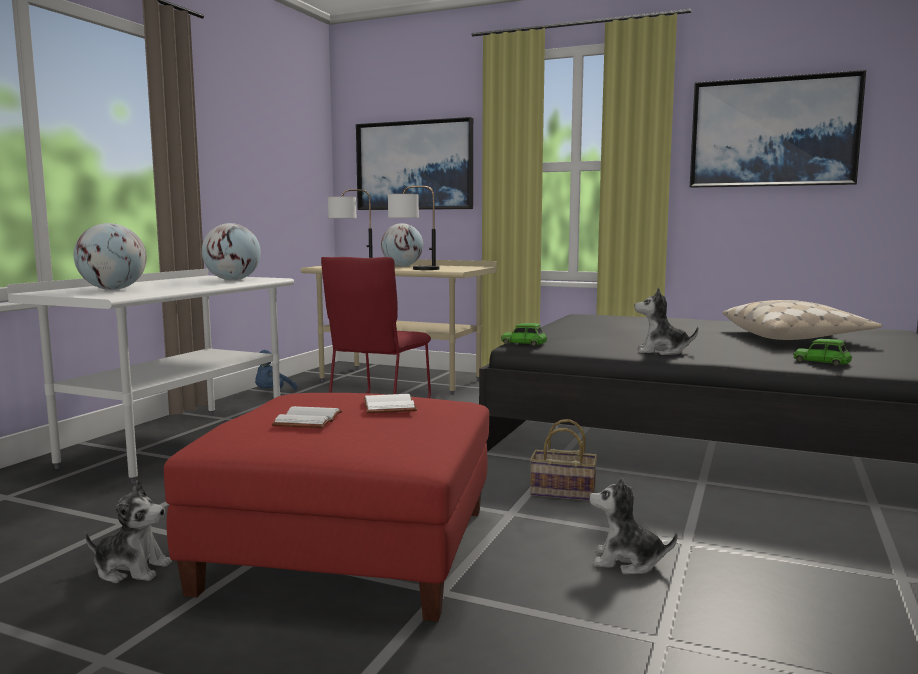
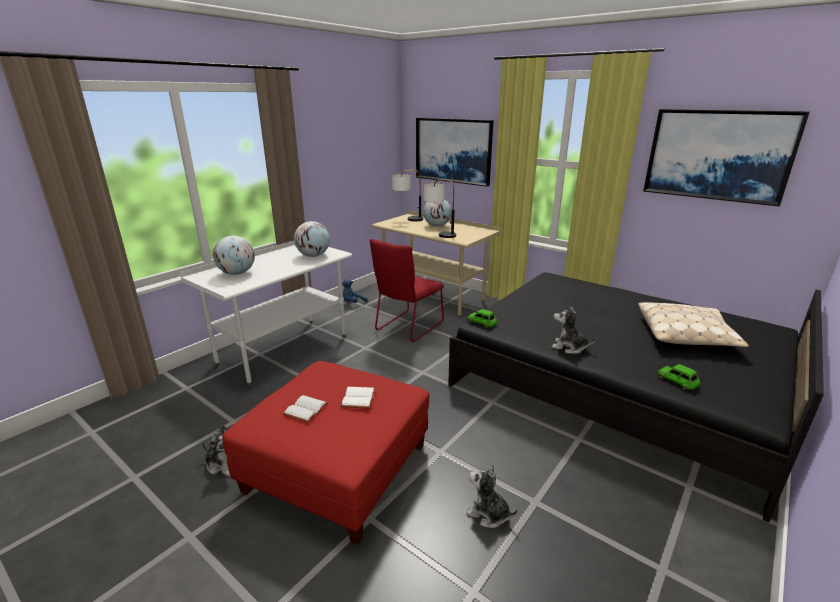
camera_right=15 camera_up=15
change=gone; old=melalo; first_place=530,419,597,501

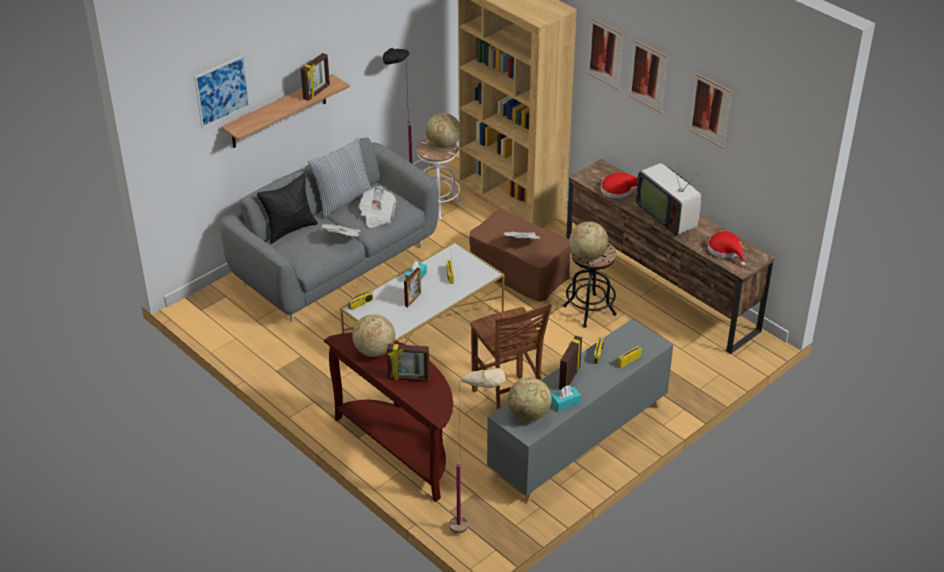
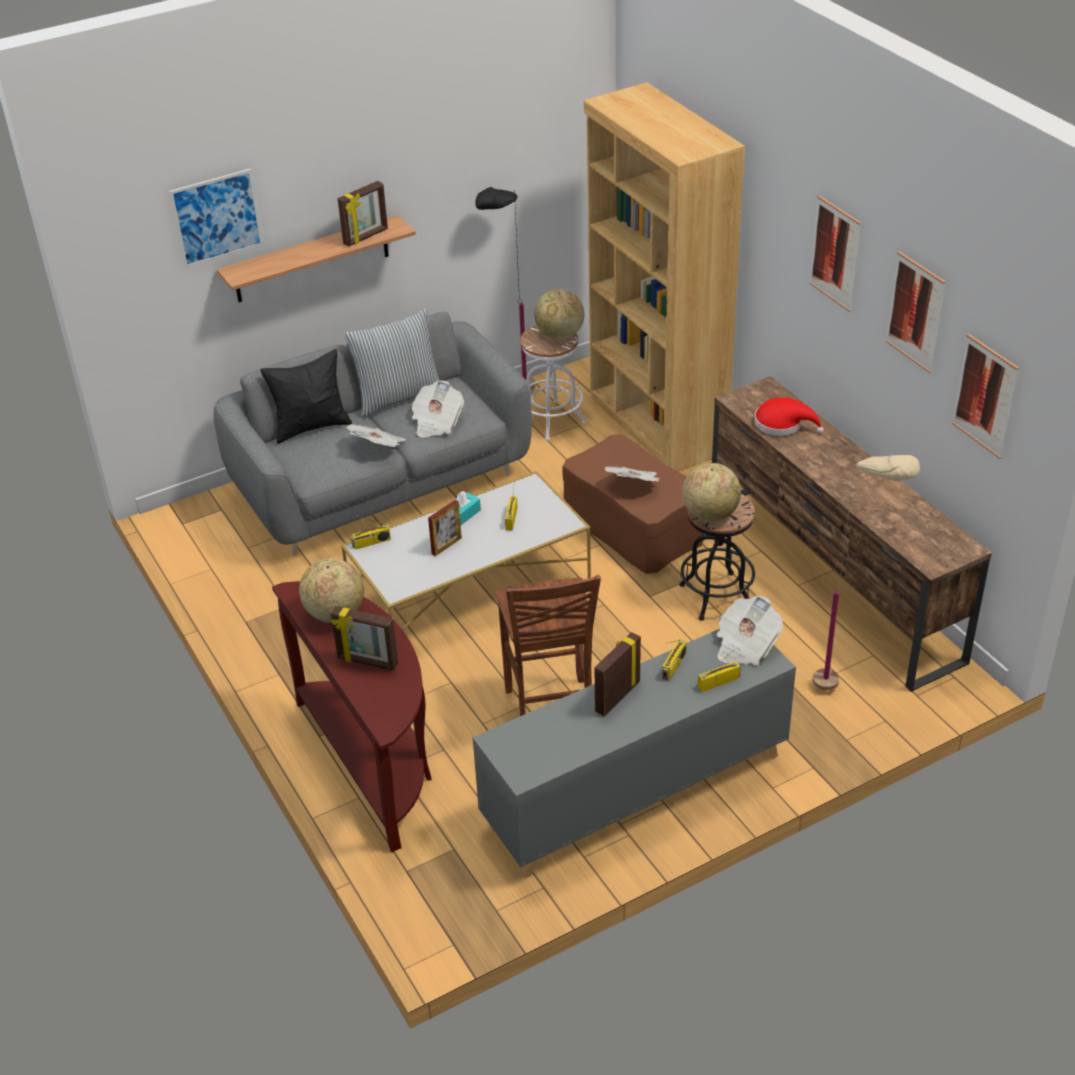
camera_right=15 camera_up=0
change=gone; old=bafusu; first_place=508,377,552,421
change=gone; old=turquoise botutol; first_place=551,386,581,411
change=gone; old=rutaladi; first_place=636,156,702,236
change=gone; old=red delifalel; first_place=707,231,745,266
change=new; new=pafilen; second_place=717,596,783,665
change=shifted; old=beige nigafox; first_place=449,368,506,533; second_place=812,455,920,690
change=shifted; old=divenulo; first_place=588,18,624,90; second_place=952,334,1019,459

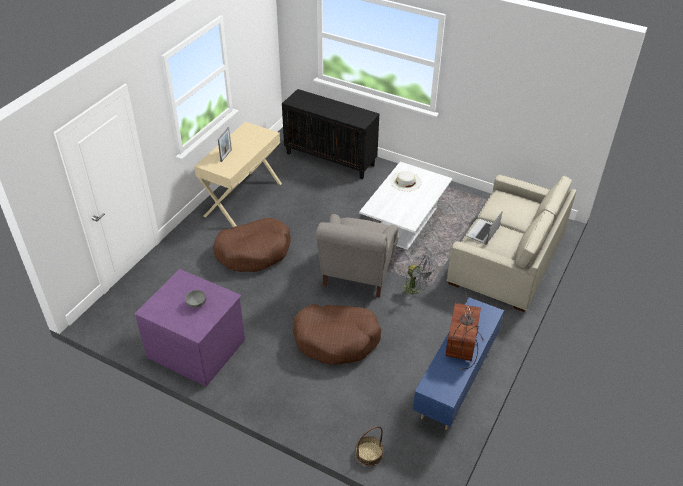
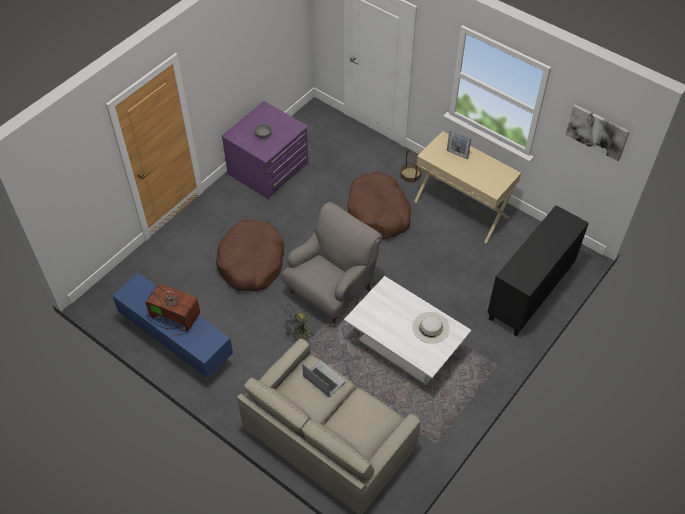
camera_right=100 camera_up=10
change=new; new=divenulo; second_place=565,104,630,161
change=shifted; old=melalo; first_place=355,426,384,466; second_place=400,150,422,183
change=rotated; old=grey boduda; first_place=315,214,399,297; second_place=282,202,382,324; degrees=105

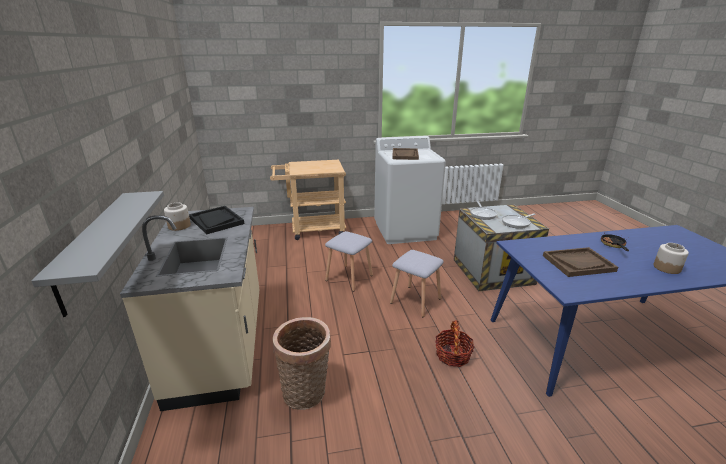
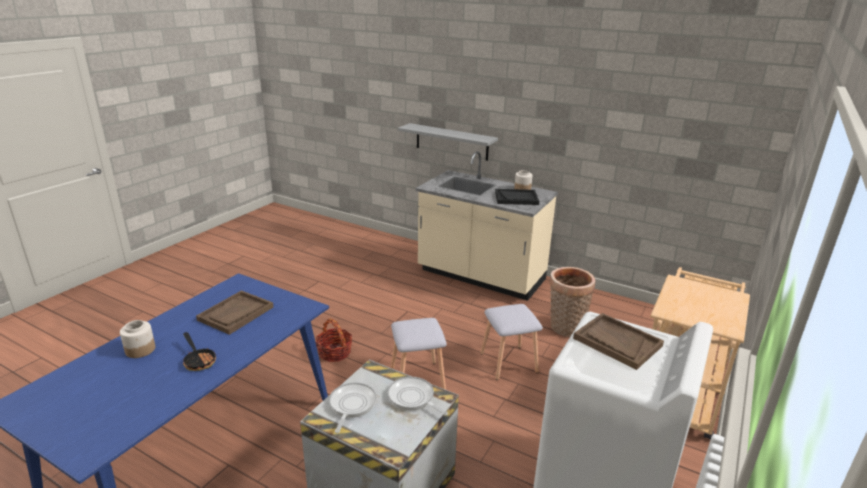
camera_right=130 camera_up=0
change=shifted; old=melalo; first_place=273,317,331,410; second_place=549,267,596,337

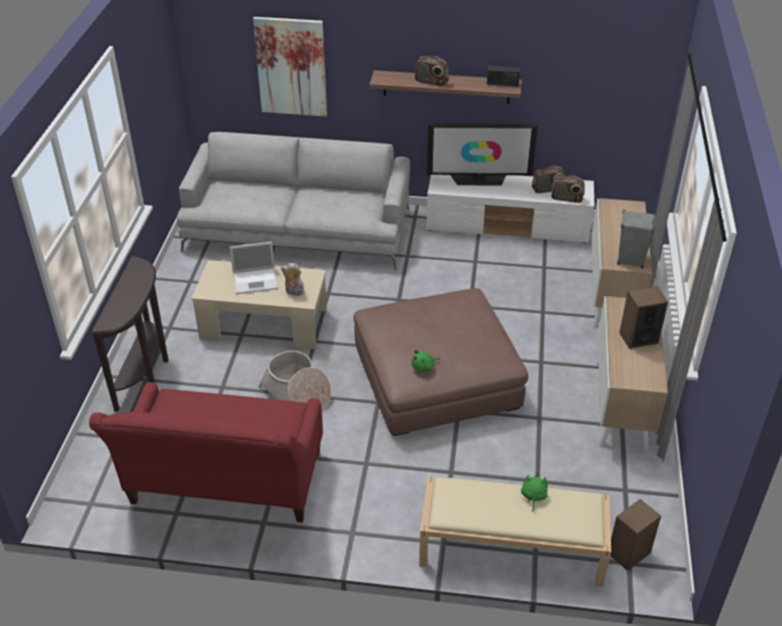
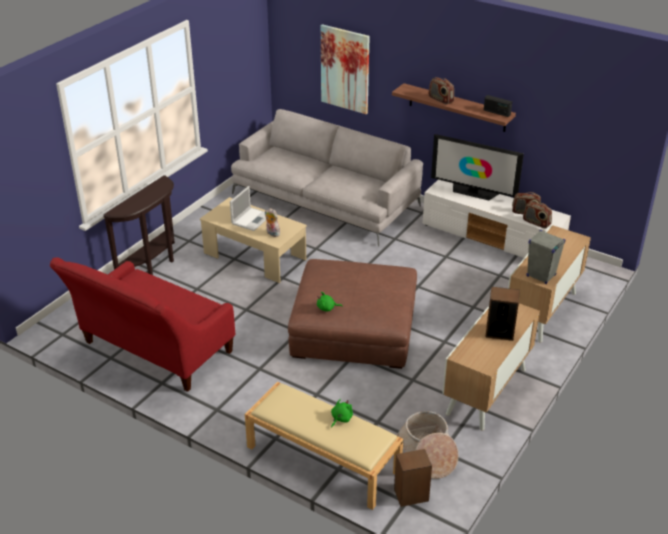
camera_right=25 camera_up=-5
change=shifted; old=melalo; first_place=258,351,331,410; second_place=396,411,458,479
change=rotated; old=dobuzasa; first_place=230,242,278,294; second_place=230,186,266,231; degrees=-75

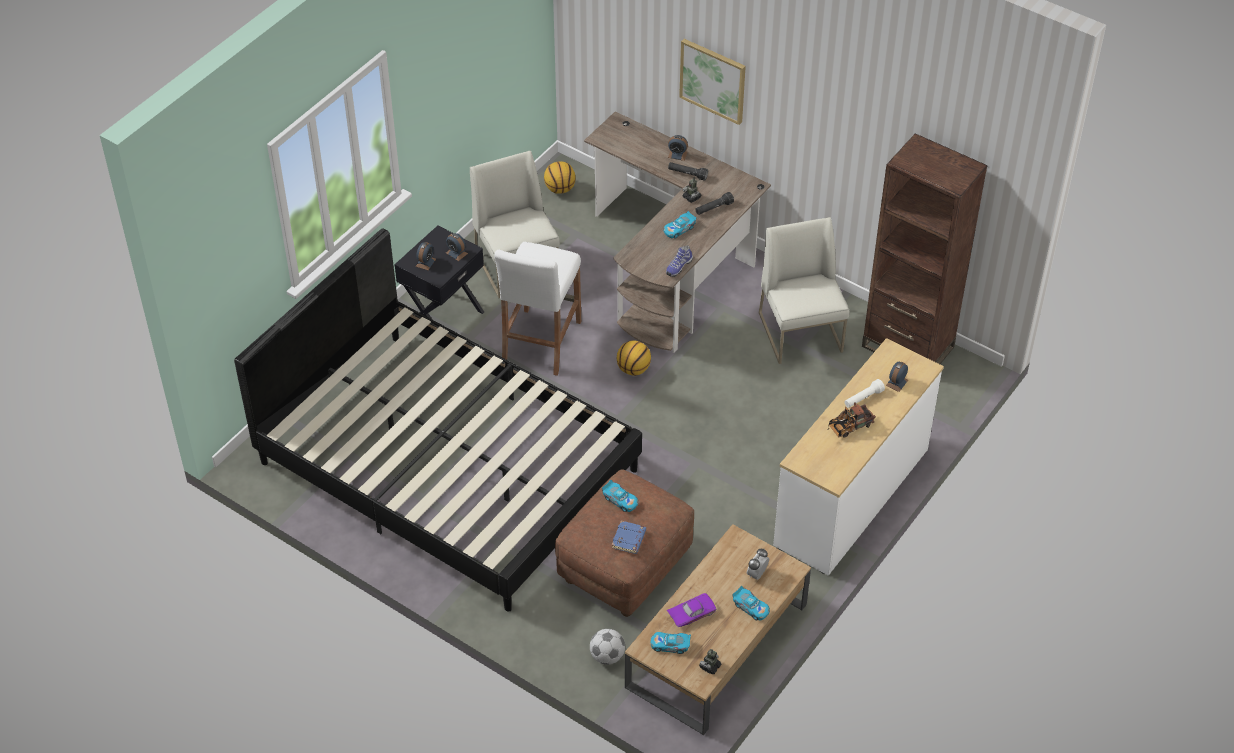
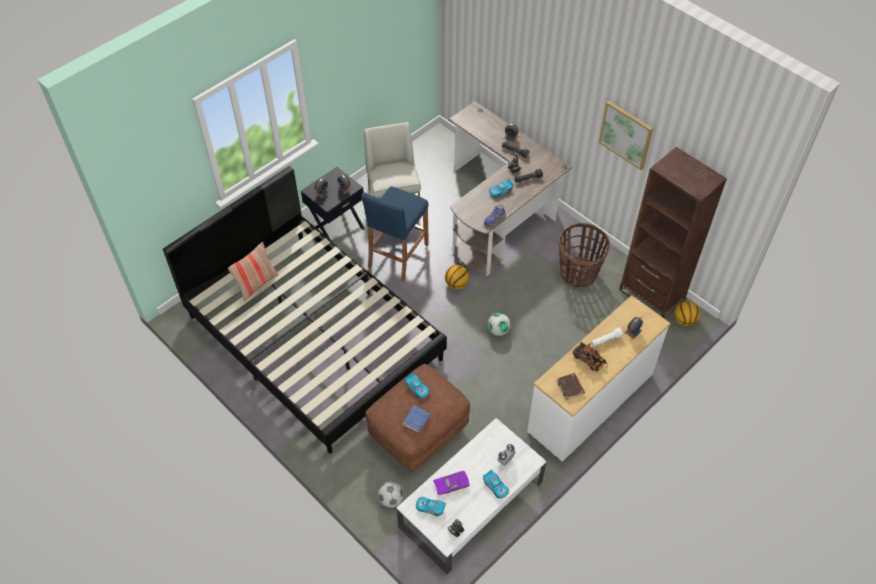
camera_right=10 camera_up=5
change=new; new=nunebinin; second_place=228,242,278,301
change=new; new=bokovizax; second_place=488,313,510,336
change=new; new=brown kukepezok; second_place=556,373,585,400
change=shifted; old=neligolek; first_place=544,161,576,194; second_place=674,301,700,326
change=shifted; old=divenulo; first_place=679,39,746,125; second_place=599,101,653,170
change=swapped; old=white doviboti; new=melalo; first_place=759,217,849,364; second_place=559,223,610,288
change=repainted; old=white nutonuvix; new=blue nutonuvix; first_place=494,242,581,376; second_place=361,186,429,281
change=repainted; old=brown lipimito; new=white lipimito; first_place=625,524,811,736; second_place=397,418,546,575
change=rotated; old=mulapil; first_place=827,402,876,437; second_place=573,342,608,372; degrees=-120

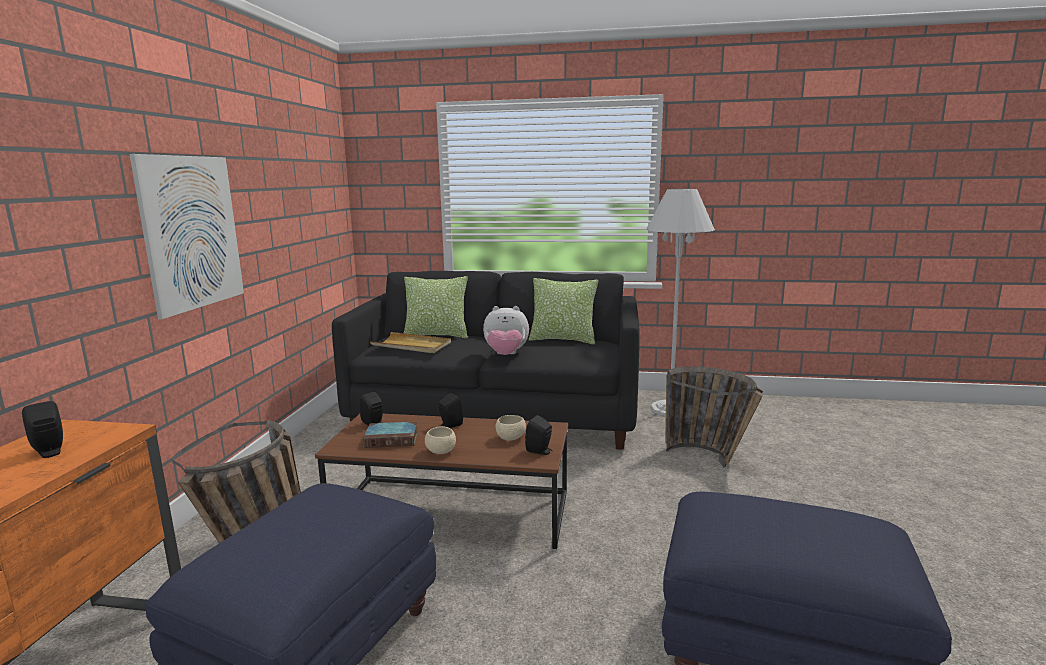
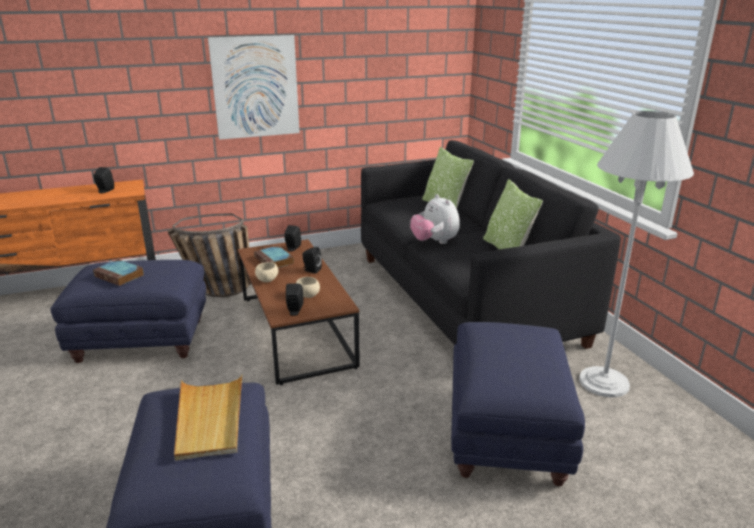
camera_right=60 camera_up=10
change=new; new=kukepezok; second_place=93,259,144,286
change=shifted; old=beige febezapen; first_place=370,332,451,353; second_place=174,374,242,461
change=swapped; old=melalo; new=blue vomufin; first_place=665,366,764,467; second_place=451,322,585,486

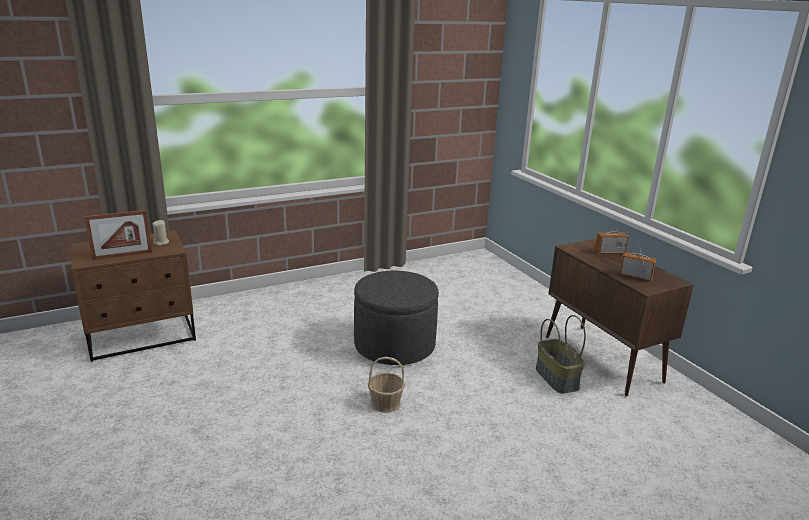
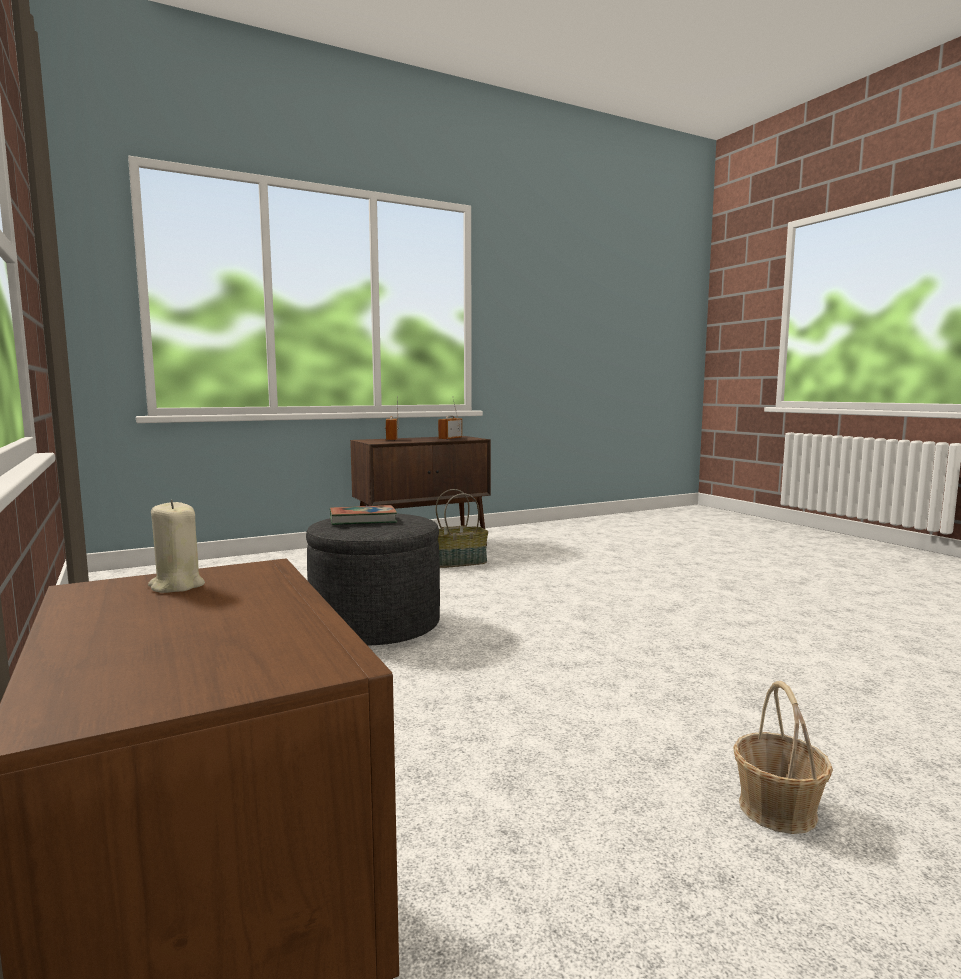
camera_right=-90 camera_up=-15
change=gone; old=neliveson; first_place=84,210,152,260
change=new; new=kukepezok; second_place=330,505,397,525
change=shifted; old=melalo; first_place=368,357,405,413; second_place=733,681,833,834

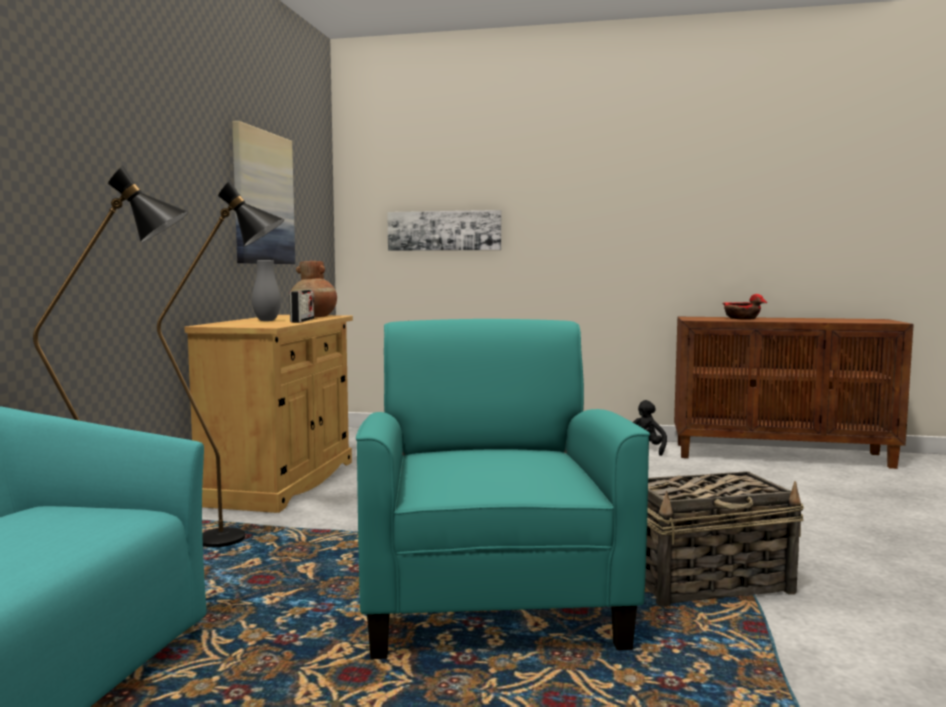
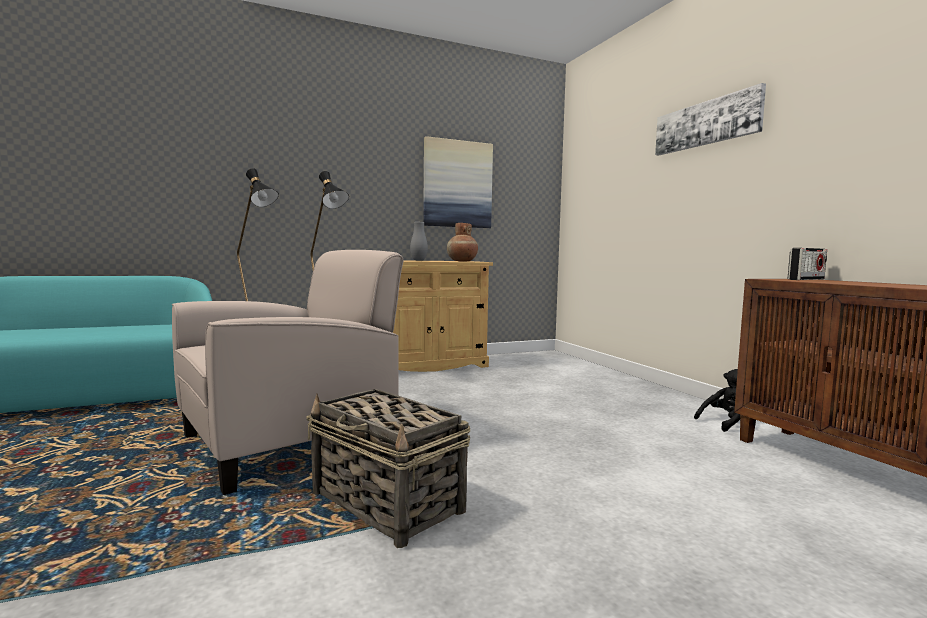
camera_right=55 camera_up=0
change=gone; old=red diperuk; first_place=723,294,767,320
change=shifted; old=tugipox; first_place=289,290,314,323; second_place=787,248,827,280
change=shifted; old=divenulo; first_place=387,210,501,251; second_place=655,83,766,156
change=repainted; old=turquoise boduda; new=beige boduda; first_place=356,319,650,659; second_place=172,250,403,495

